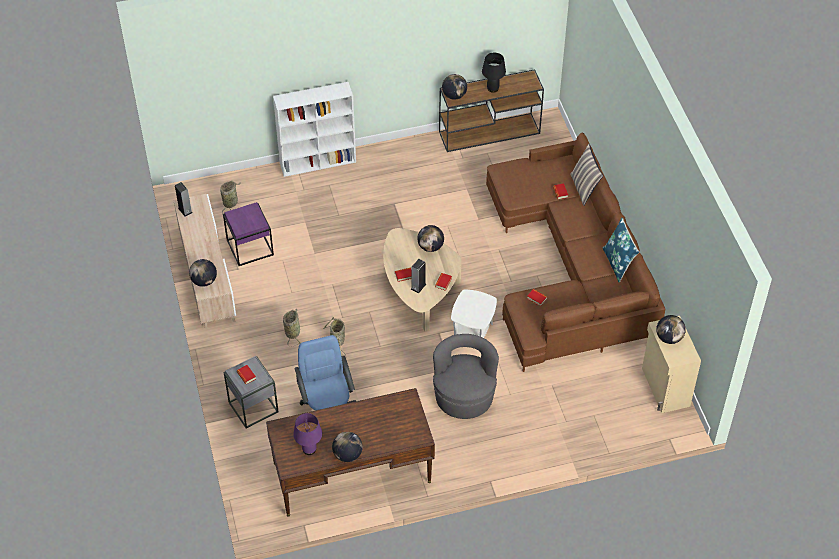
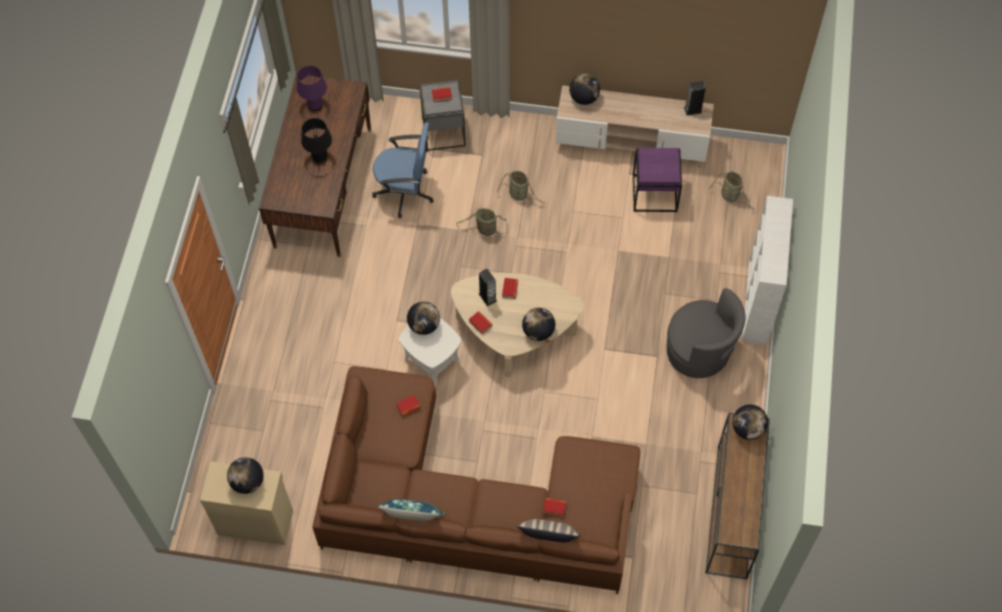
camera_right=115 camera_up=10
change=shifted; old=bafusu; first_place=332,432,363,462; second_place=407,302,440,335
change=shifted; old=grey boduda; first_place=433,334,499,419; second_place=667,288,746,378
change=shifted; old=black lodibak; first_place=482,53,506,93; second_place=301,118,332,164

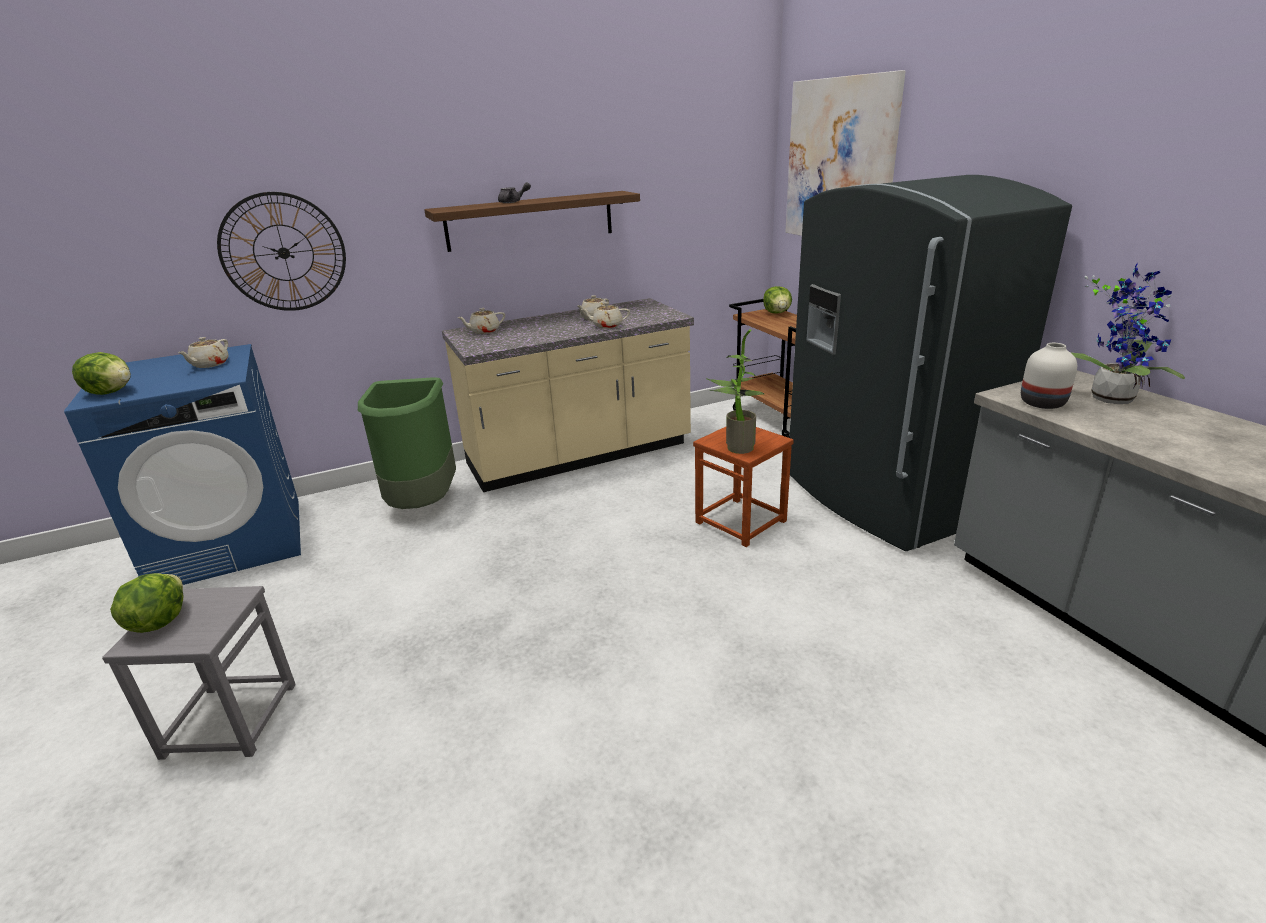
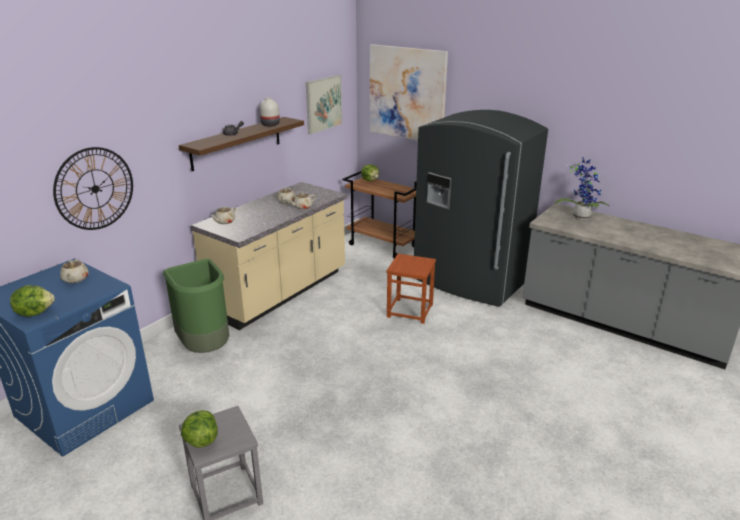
camera_right=-30 camera_up=0
change=gone; old=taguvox; first_place=706,329,764,454
change=new; new=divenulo; second_place=306,75,342,134
change=shifted; old=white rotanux; first_place=1021,343,1077,409; second_place=260,97,280,127

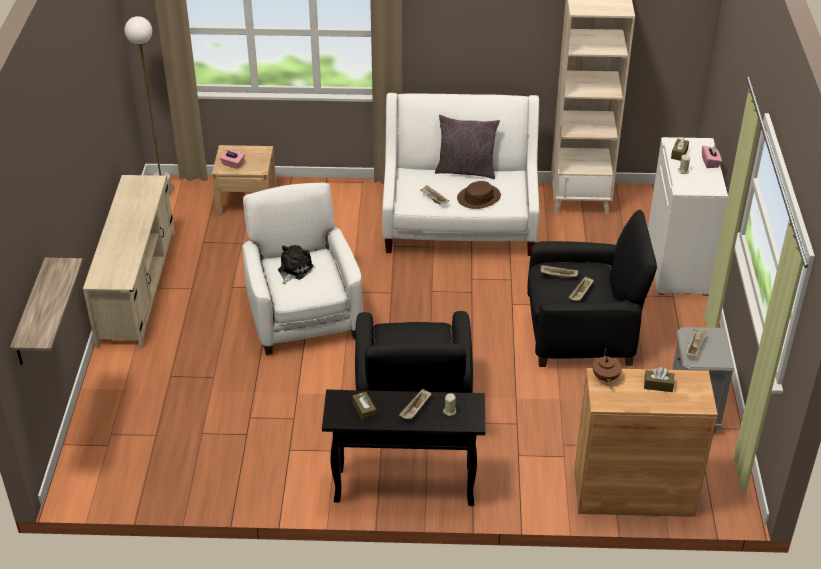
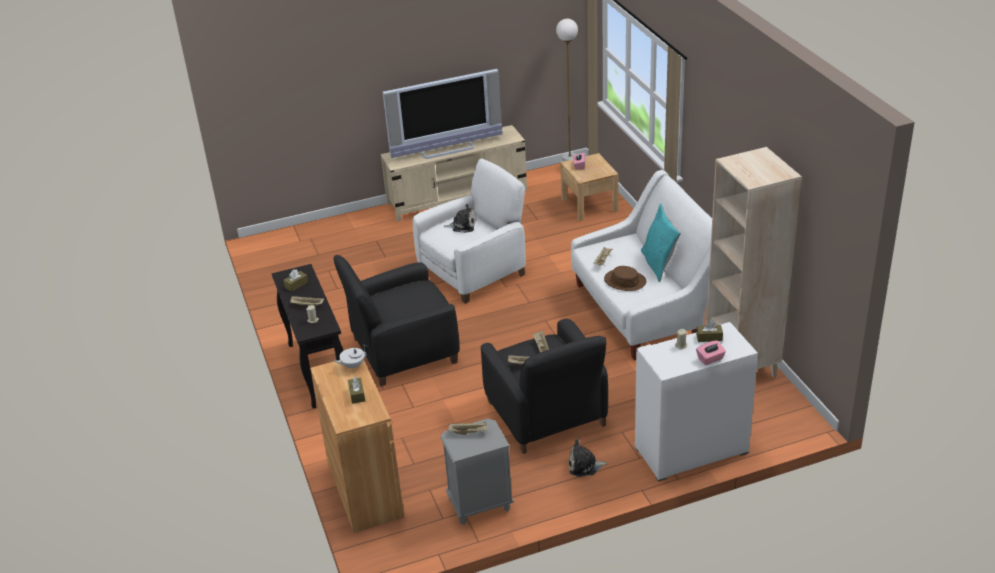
camera_right=70 camera_up=-5
change=gone; old=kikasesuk; first_place=10,258,83,365
change=new; new=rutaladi; second_place=383,69,503,159
change=new; new=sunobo; second_place=569,439,608,477
change=repainted; old=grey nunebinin; new=turquoise nunebinin; first_place=435,115,500,179; second_place=641,204,681,282
change=repainted; old=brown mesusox; new=white mesusox; first_place=593,348,622,383; second_place=333,345,369,369

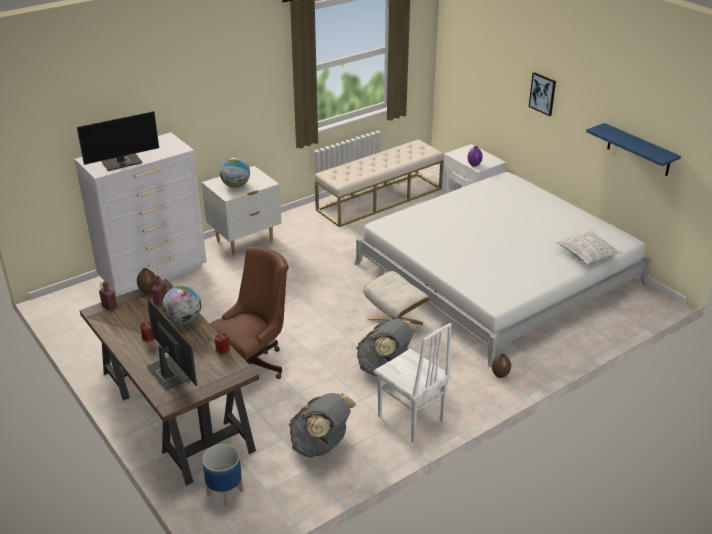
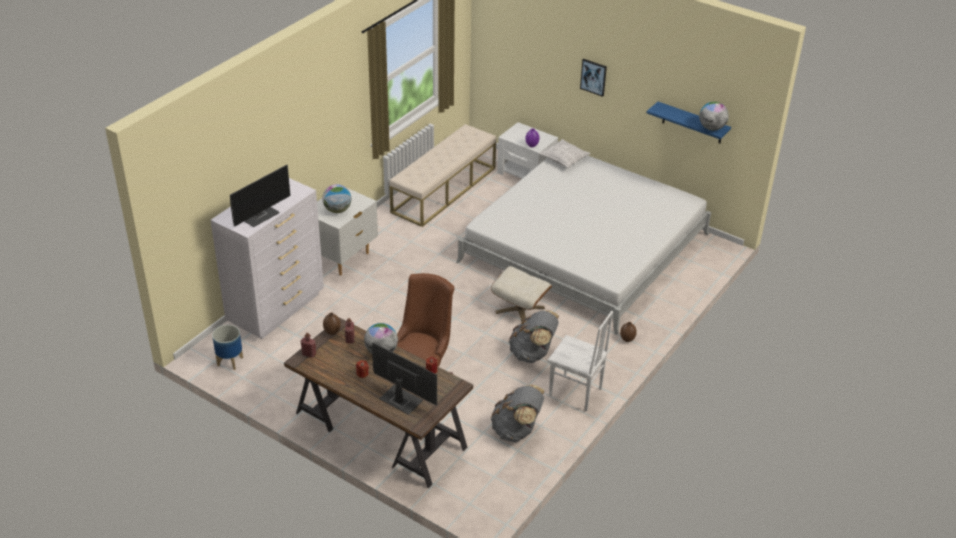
camera_right=-20 camera_up=5
change=new; new=bafusu; second_place=699,101,729,130
change=shifted; old=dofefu; first_place=202,444,243,507; second_place=212,325,243,370
change=shifted; old=nunebinin; first_place=556,231,622,265; second_place=539,139,591,169

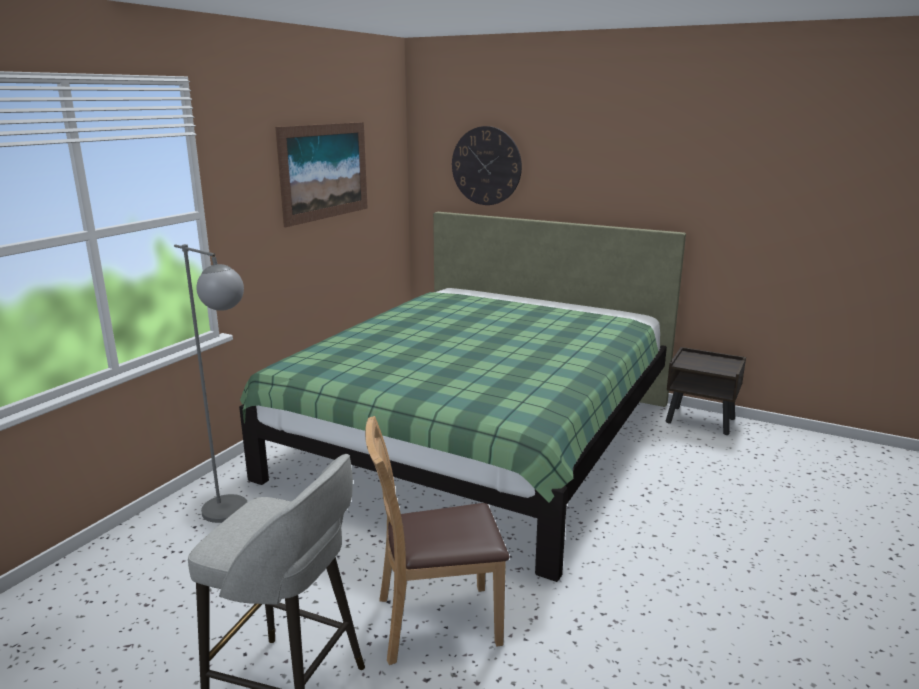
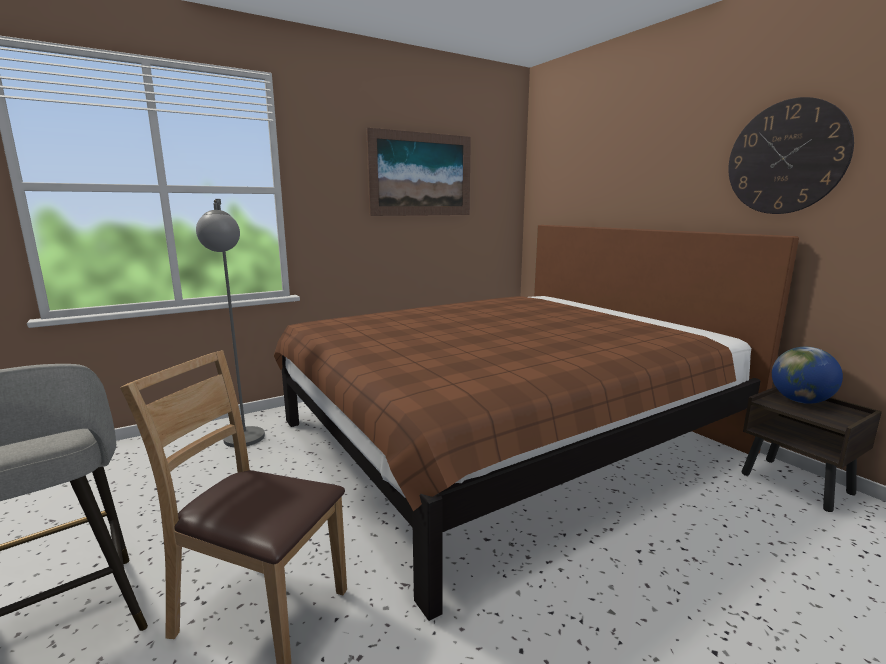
camera_right=30 camera_up=-5
change=new; new=bafusu; second_place=772,347,843,404
change=shifted; old=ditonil; first_place=452,126,522,205; second_place=728,97,854,214
change=repainted; old=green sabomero; new=brown sabomero; first_place=239,212,686,582; second_place=274,225,799,621

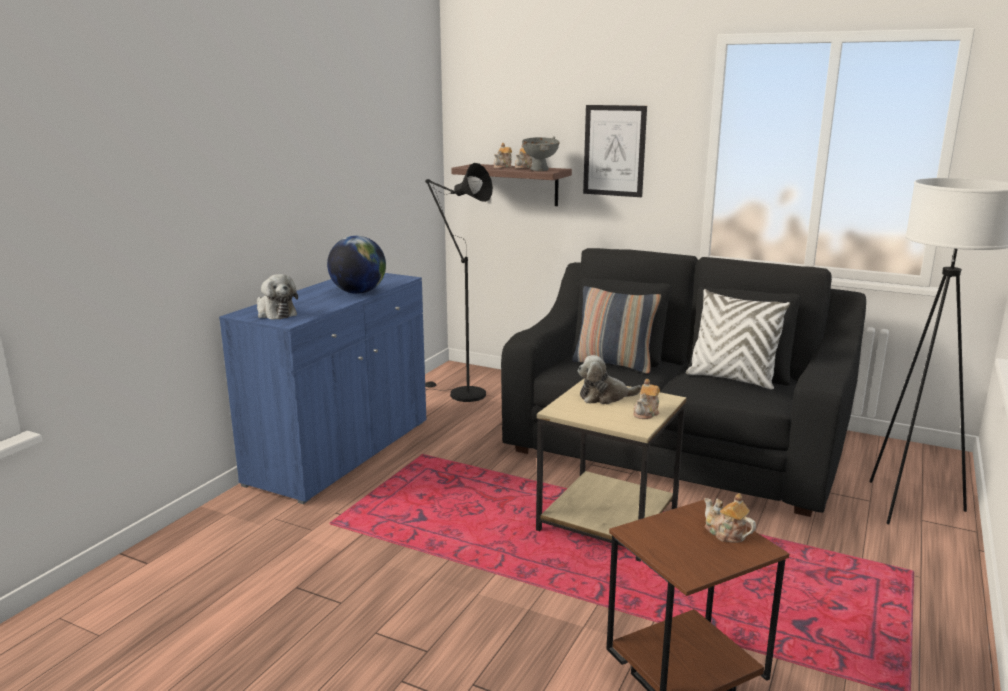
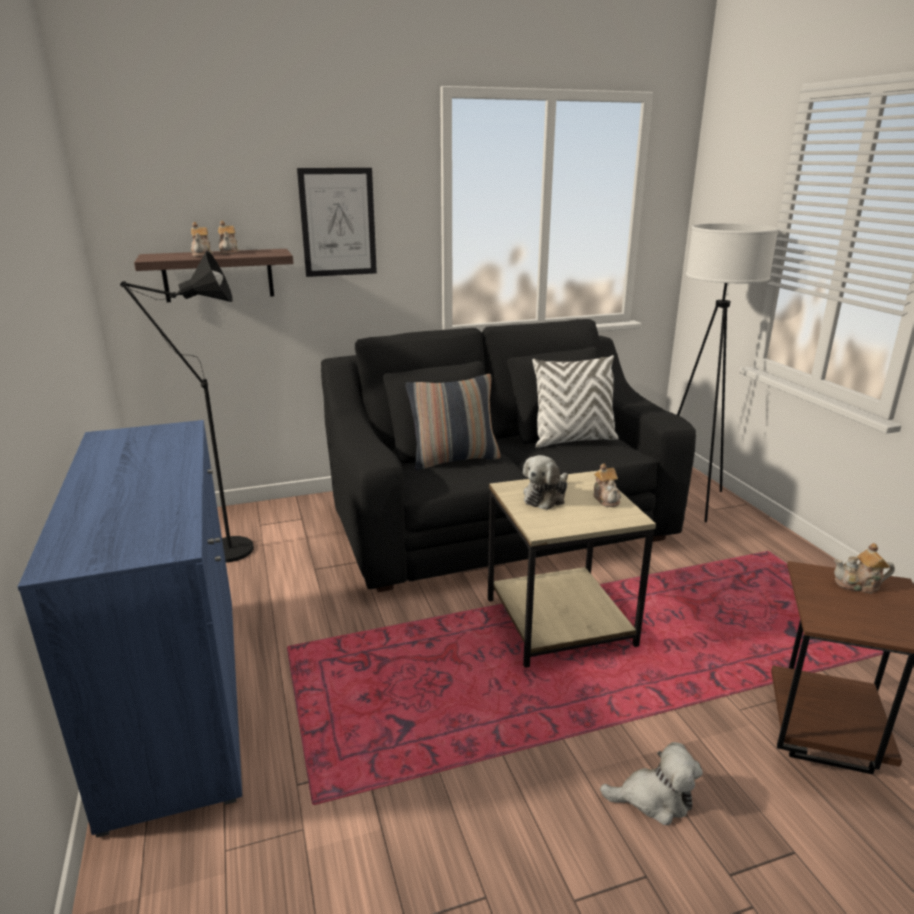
camera_right=-45 camera_up=5
change=gone; old=bafusu; first_place=327,236,386,294
change=gone; old=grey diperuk; first_place=522,136,560,171
change=shifted; old=sunobo; first_place=257,274,298,320; second_place=600,742,703,825

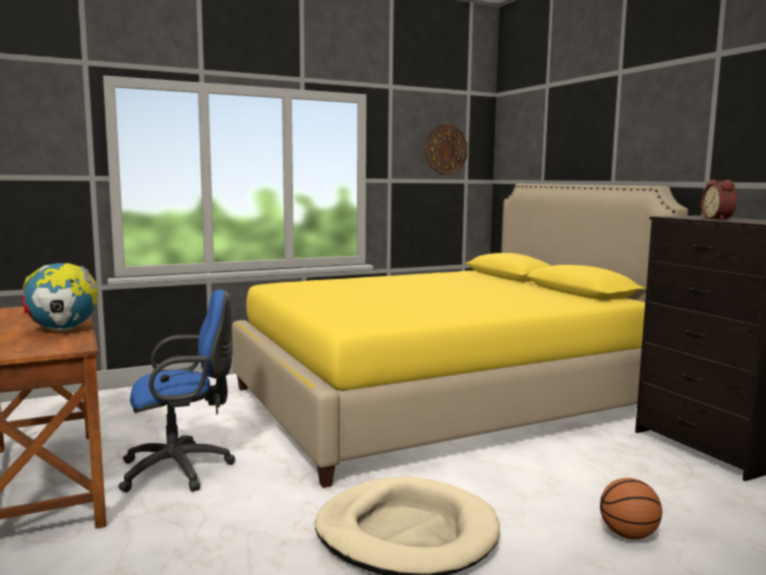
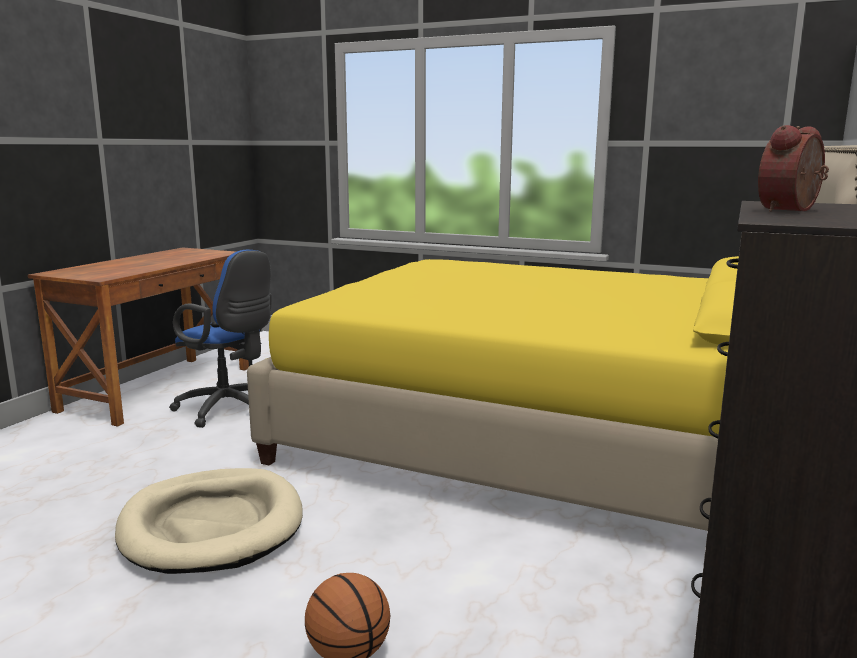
camera_right=50 camera_up=5
change=gone; old=bafusu; first_place=22,263,98,331
change=gone; old=ditonil; first_place=425,125,467,175

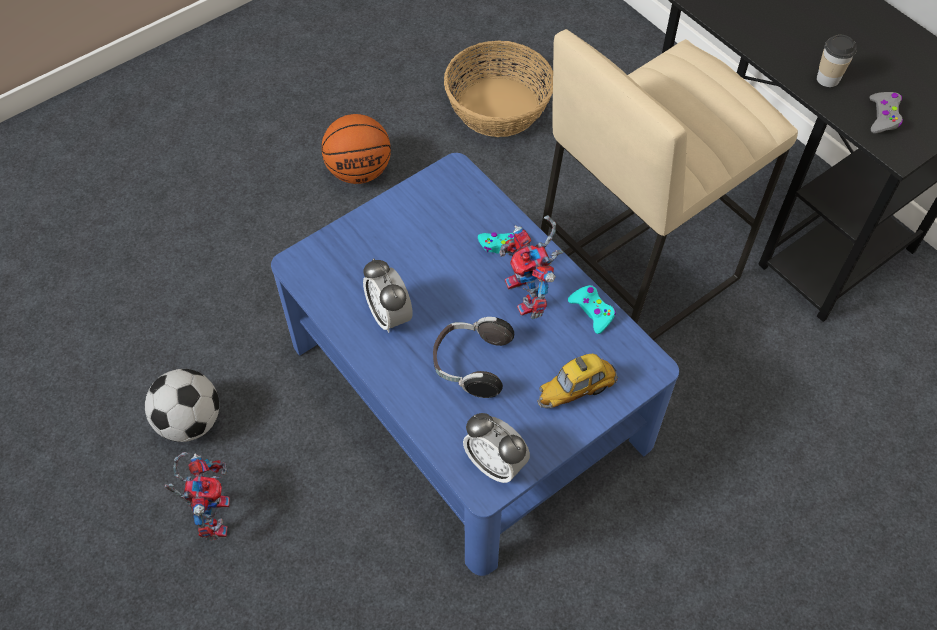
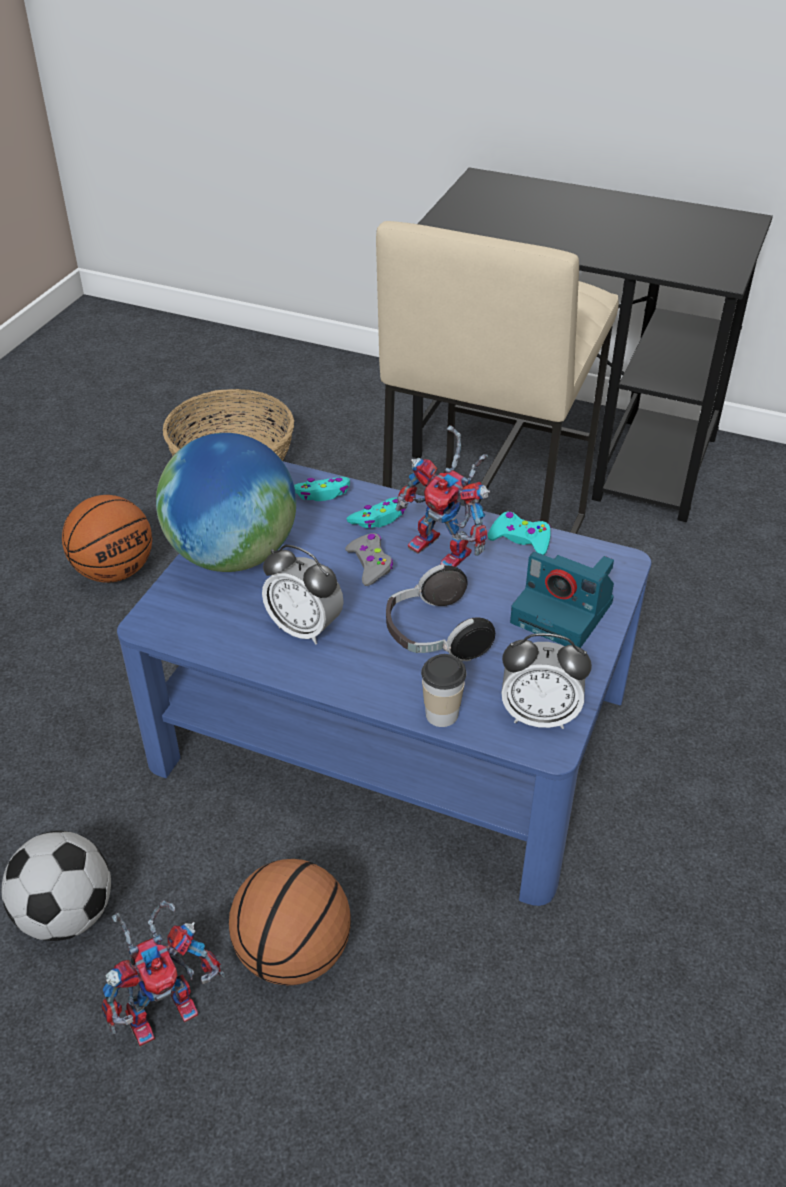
camera_right=-30 camera_up=-15
change=new; new=bafusu; second_place=156,433,296,572
change=new; new=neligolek; second_place=229,859,351,985
change=new; new=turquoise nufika; second_place=294,477,350,501
change=shifted; old=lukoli; first_place=817,35,857,87; second_place=421,654,466,727
change=shifted; old=grey nufika; first_place=869,92,903,133; second_place=345,533,393,586
change=swapped; old=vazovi; new=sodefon; first_place=537,354,618,408; second_place=510,552,614,648
change=rotated; old=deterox; first_place=165,452,230,540; second_place=102,901,225,1047; degrees=90

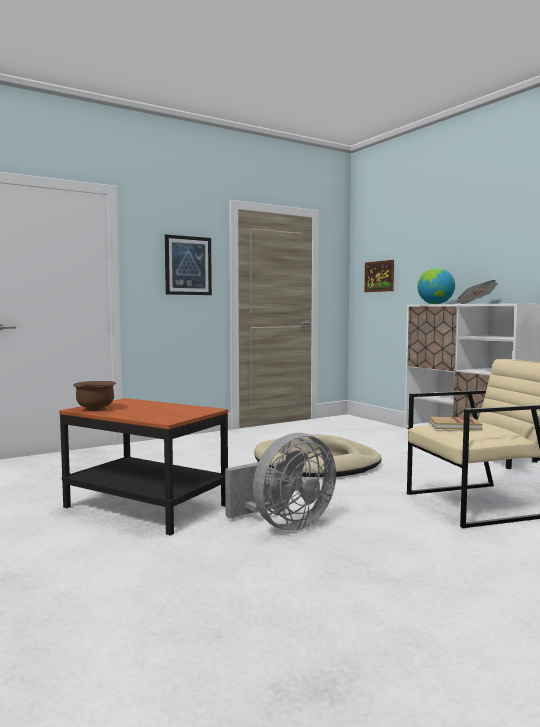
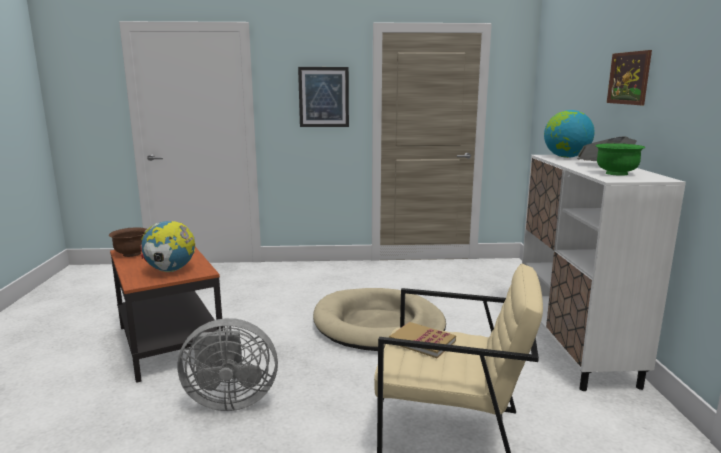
camera_right=30 camera_up=10
change=new; new=bafusu; second_place=141,221,195,272
change=new; new=green diperuk; second_place=595,143,645,176
change=shifted; old=divenulo; first_place=364,260,394,292; second_place=607,50,652,105

